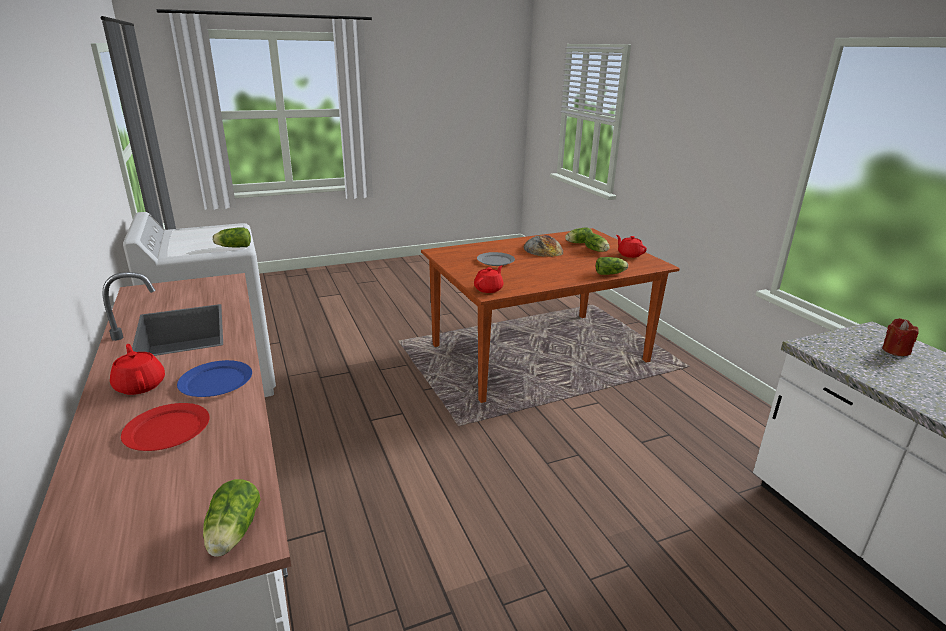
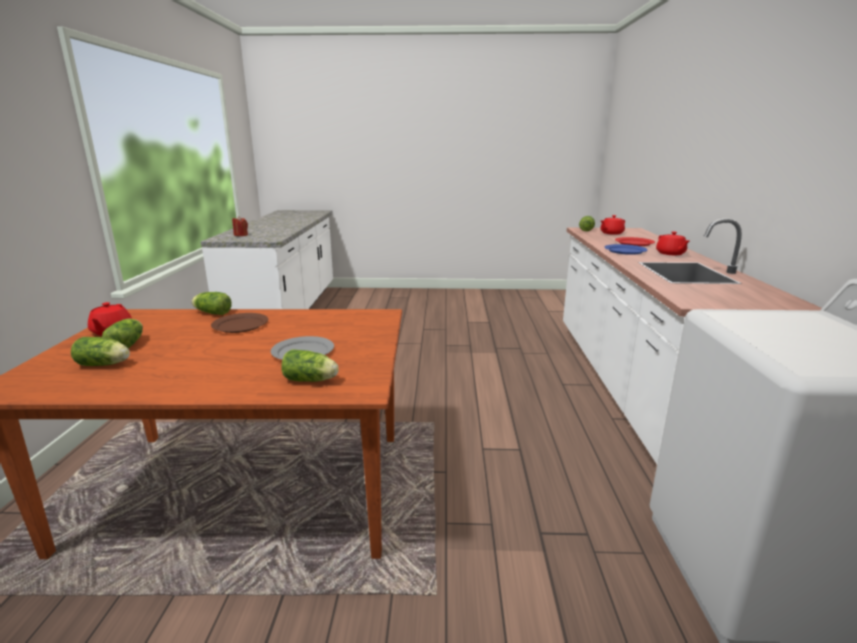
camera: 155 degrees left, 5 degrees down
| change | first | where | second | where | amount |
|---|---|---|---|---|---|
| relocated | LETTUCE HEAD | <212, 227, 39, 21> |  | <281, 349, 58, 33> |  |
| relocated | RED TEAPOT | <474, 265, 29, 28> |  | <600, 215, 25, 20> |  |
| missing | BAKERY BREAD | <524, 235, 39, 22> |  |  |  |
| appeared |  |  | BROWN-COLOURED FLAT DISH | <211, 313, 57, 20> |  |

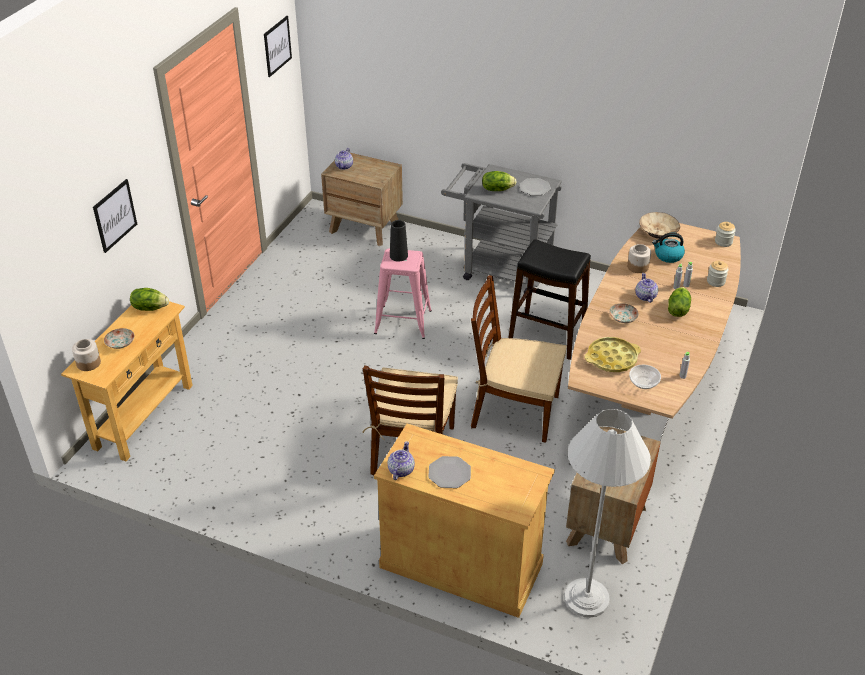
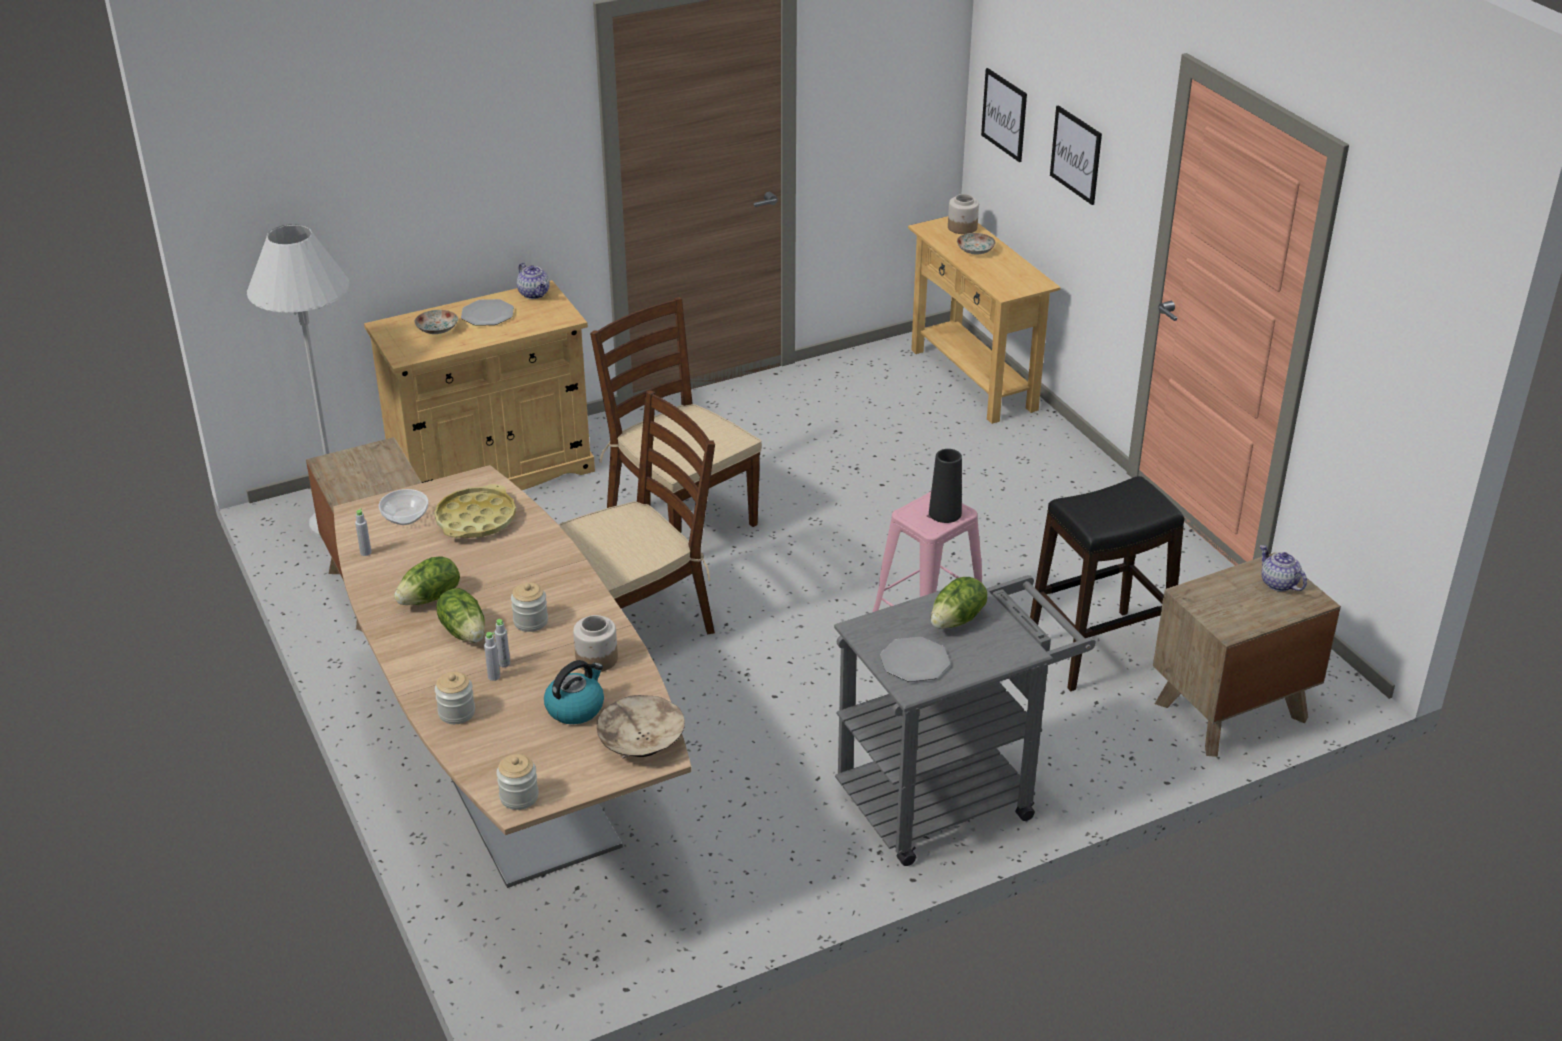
camera: 130 degrees right, 5 degrees down
| change | first | where | second | where | amount |
|---|---|---|---|---|---|
| relocated | LETTUCE HEAD | <130, 288, 39, 23> |  | <394, 556, 66, 49> |  |
| relocated | PICTURE | <264, 16, 28, 61> |  | <981, 68, 46, 94> |  |
| relocated | BLACKISH SITTING STOOL | <509, 239, 82, 121> |  | <1030, 476, 154, 215> |  |
| relocated | FLAT DISH | <609, 303, 30, 20> |  | <415, 310, 43, 24> |  |
| exchanged | TEAPOT | <635, 273, 23, 30> | JAR | <511, 582, 37, 50> |  |

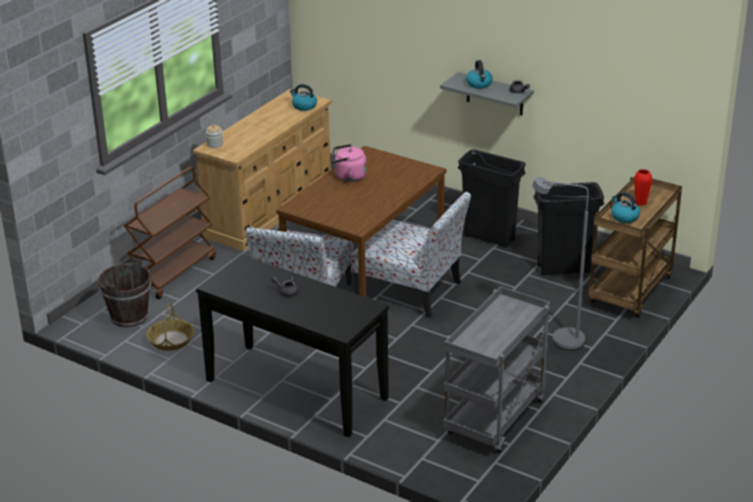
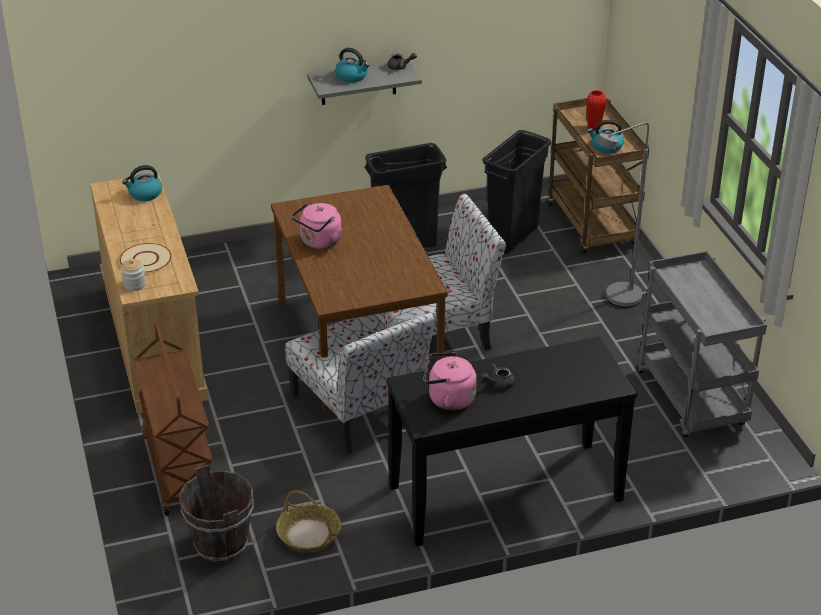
camera: 50 degrees left, 5 degrees up
| change | first | where | second | where | amount |
|---|---|---|---|---|---|
| appeared |  |  | BEIGE FLAT DISH | <120, 243, 52, 30> |  |
| appeared |  |  | PINK TEA KETTLE | <423, 352, 54, 58> |  |

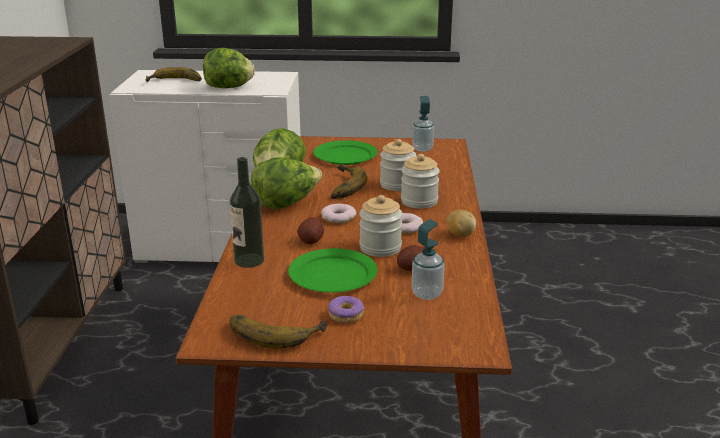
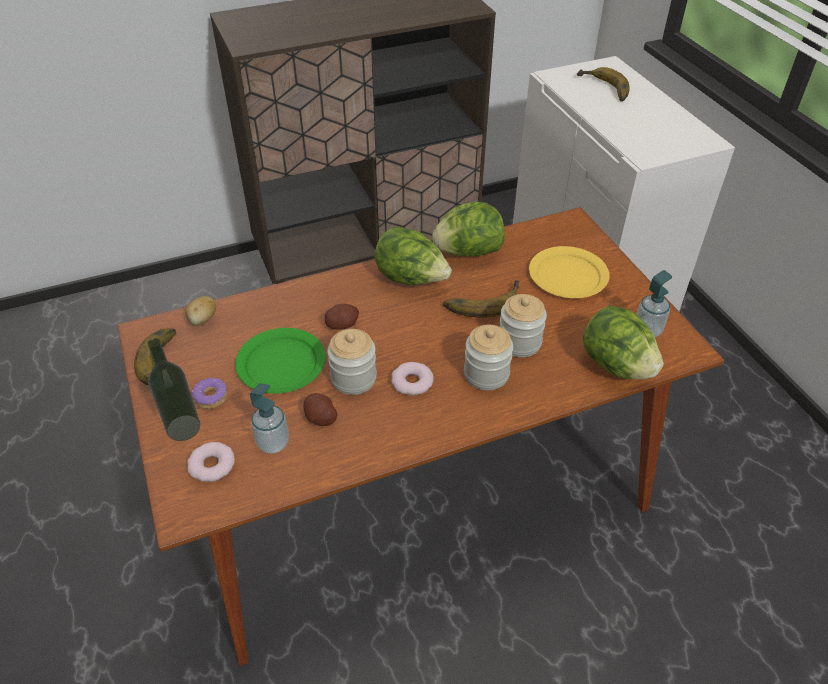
camera: 65 degrees right, 20 degrees up
| change | first | where | second | where | amount |
|---|---|---|---|---|---|
| relocated | LETTUCE HEAD | <203, 48, 52, 40> |  | <583, 305, 81, 74> |  |
| relocated | DRINK BOTTLE | <230, 157, 34, 111> |  | <147, 338, 53, 103> |  |
| colour | GREEN FLAT DISH | <313, 140, 65, 25> | YELLOW FLAT DISH | <529, 246, 81, 52> |  |
| relocated | DONUT | <321, 203, 35, 20> |  | <187, 442, 48, 40> |  |
| relocated | POTATO | <447, 210, 29, 27> |  | <186, 296, 30, 30> |  |

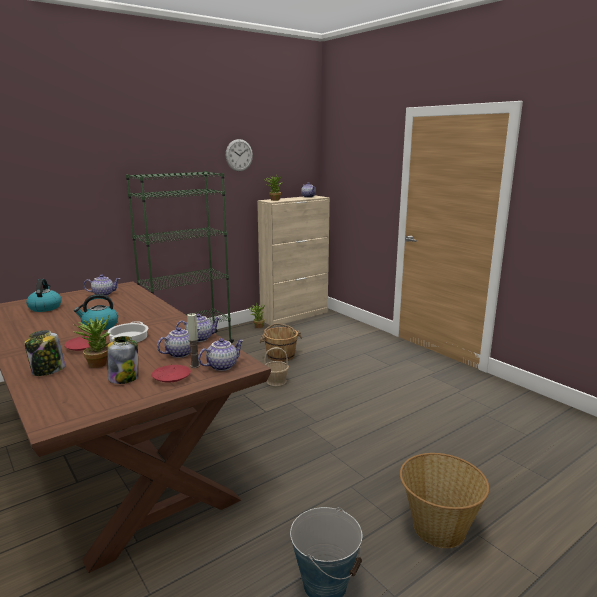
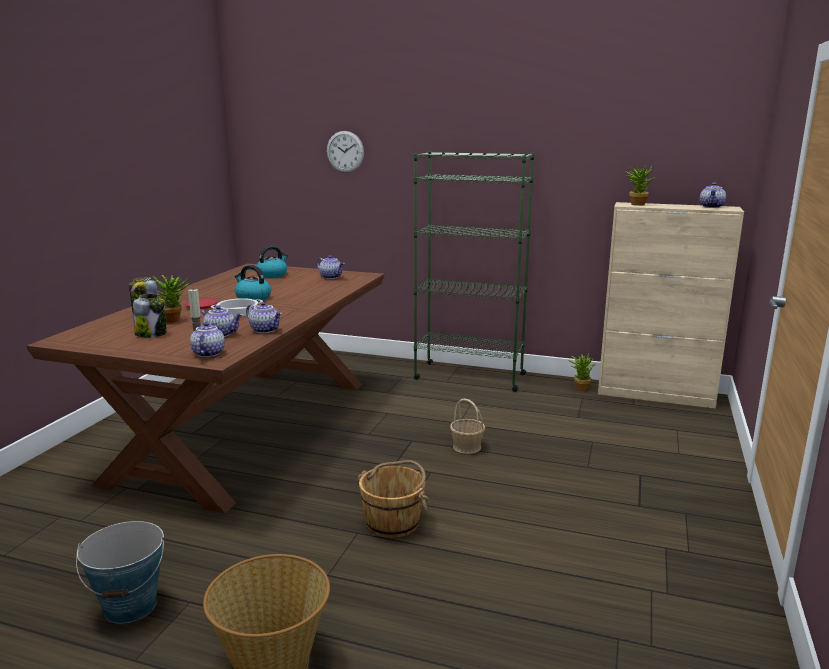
camera: 55 degrees right, 0 degrees up
| change | first | where | second | where | amount |
|---|---|---|---|---|---|
| missing | RED FLAT DISH | <151, 365, 40, 18> |  |  |  |
| spun | TEAPOT | <198, 338, 46, 33> |  | <190, 322, 35, 35> | 105 degrees counterclockwise |
| relocated | WALL CLOCK | <226, 139, 27, 32> |  | <327, 131, 37, 42> |  |
| relocated | BROWN-COLOURED WATER BUCKET | <259, 323, 43, 39> |  | <358, 460, 71, 78> |  |

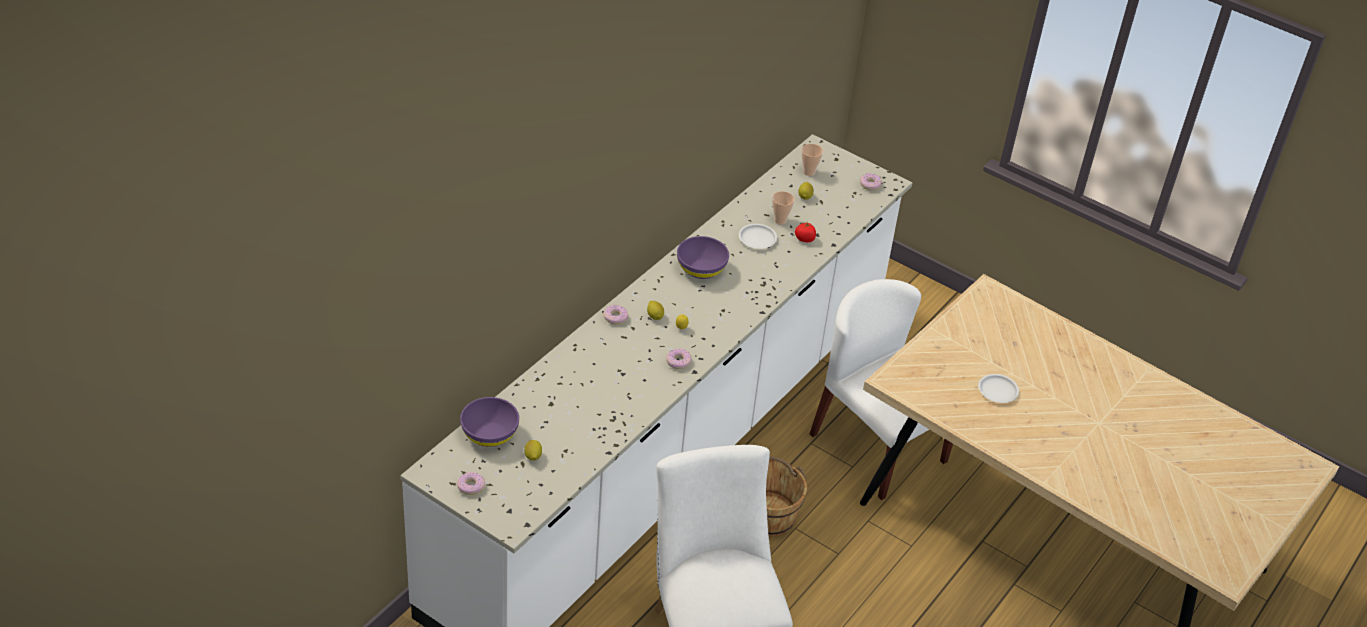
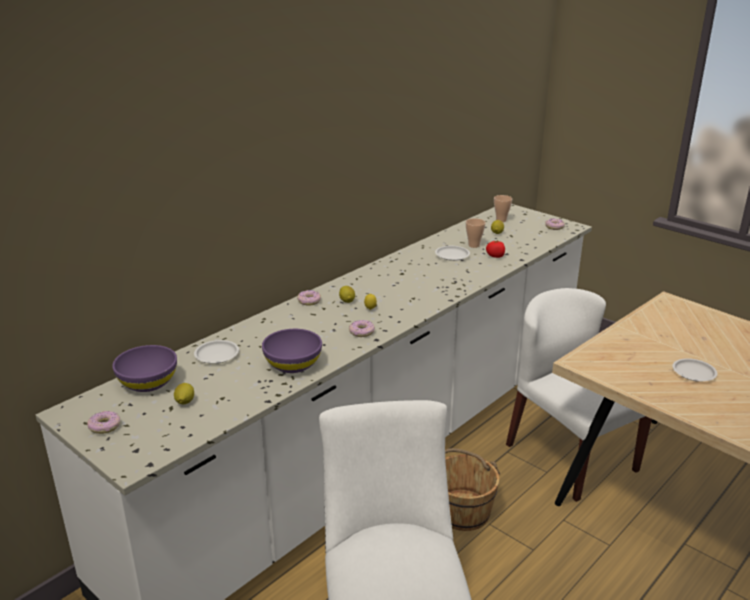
camera: 10 degrees right, 15 degrees down
| change | first | where | second | where | amount |
|---|---|---|---|---|---|
| relocated | PURPLE-COLOURED SERVING BOWL | <677, 236, 52, 43> |  | <262, 329, 60, 44> |  |
| appeared |  |  | WHITE-COLOURED FLAT DISH | <194, 340, 45, 24> |  |

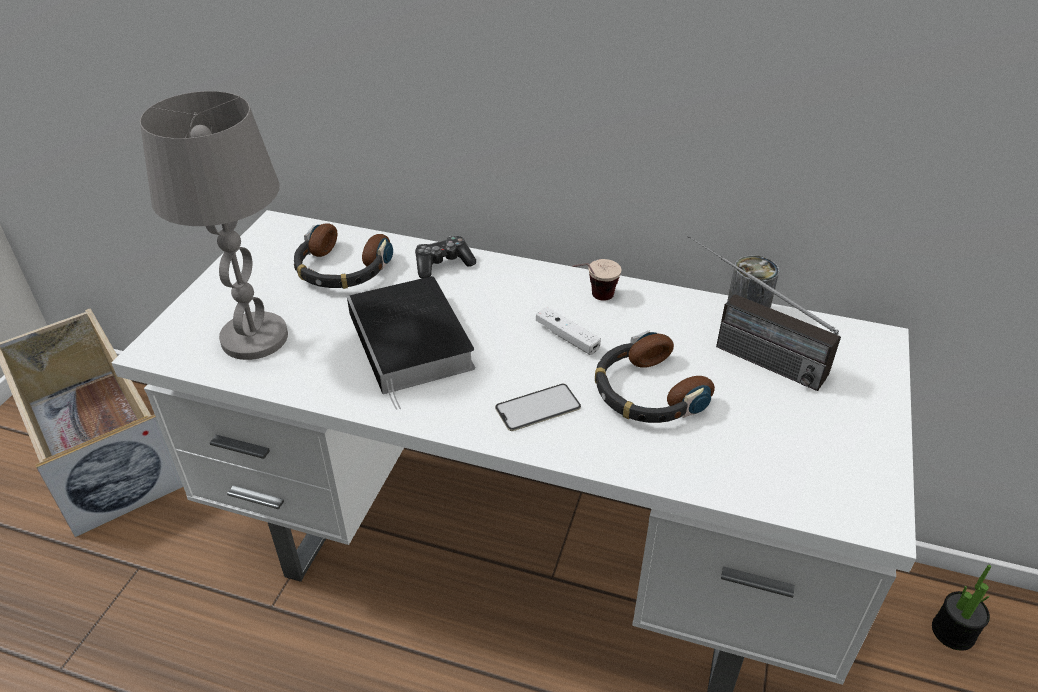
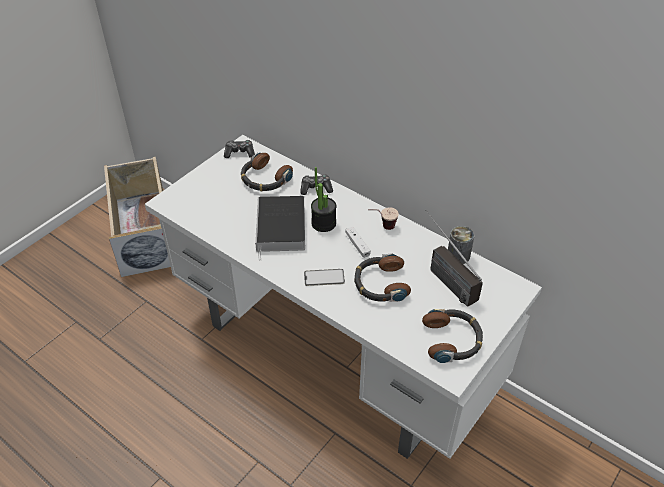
camera: 20 degrees right, 5 degrees up
| change | first | where | second | where | amount |
|---|---|---|---|---|---|
| missing | GREY TABLETOP LAMP | <140, 91, 148, 269> |  |  |  |
| relocated | PLANT IN A POT | <932, 565, 59, 86> |  | <311, 167, 25, 65> |  |
| appeared |  |  | JOYPAD | <224, 140, 31, 18> |  |
| appeared |  |  | PAIR OF HEADPHONES | <422, 309, 61, 54> |  |

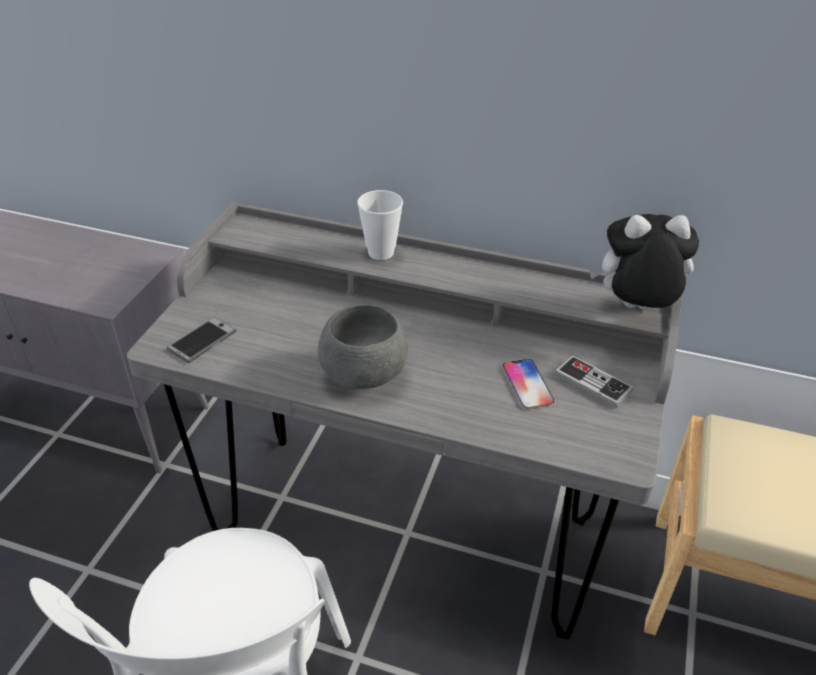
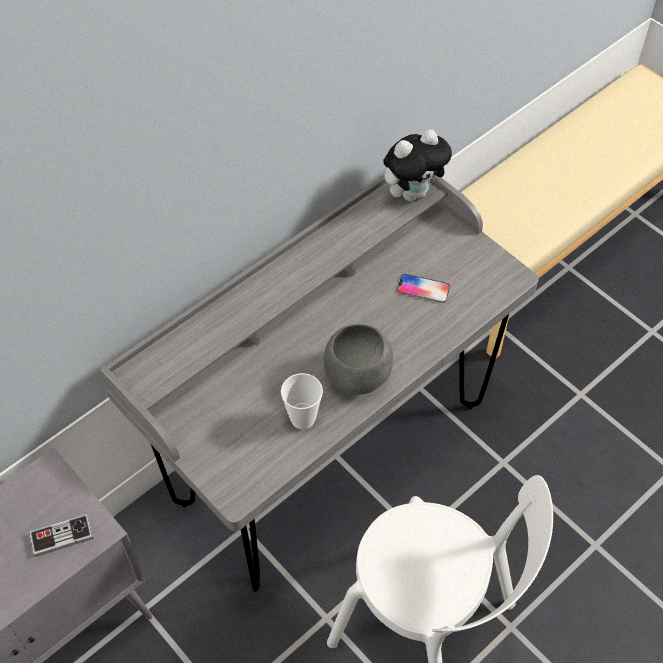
camera: 60 degrees left, 15 degrees up
| change | first | where | second | where | amount |
|---|---|---|---|---|---|
| missing | TELEPHONE | <167, 317, 70, 46> |  |  |  |
| relocated | DRINKING CUP | <357, 190, 46, 70> |  | <281, 373, 42, 57> |  |
| relocated | JOYPAD | <554, 355, 79, 53> |  | <29, 514, 64, 43> |  |
| spun | PLUSH TOY | <589, 214, 110, 96> |  | <383, 129, 69, 73> | 150 degrees counterclockwise |

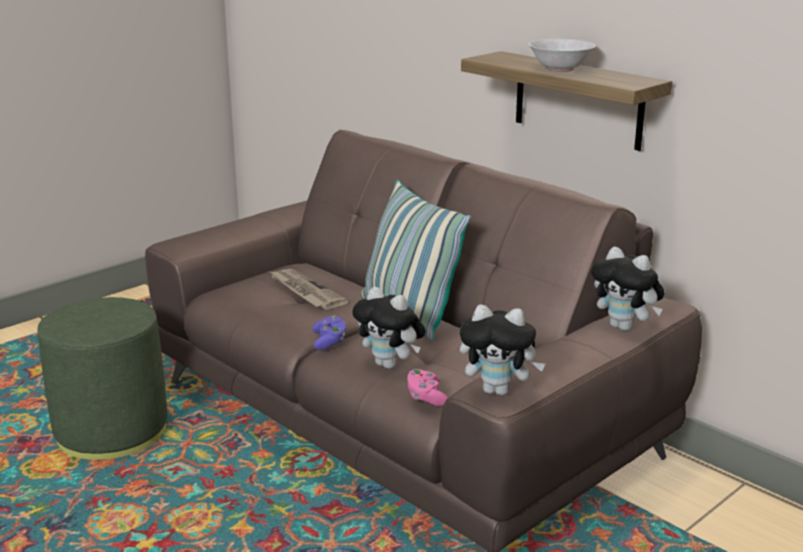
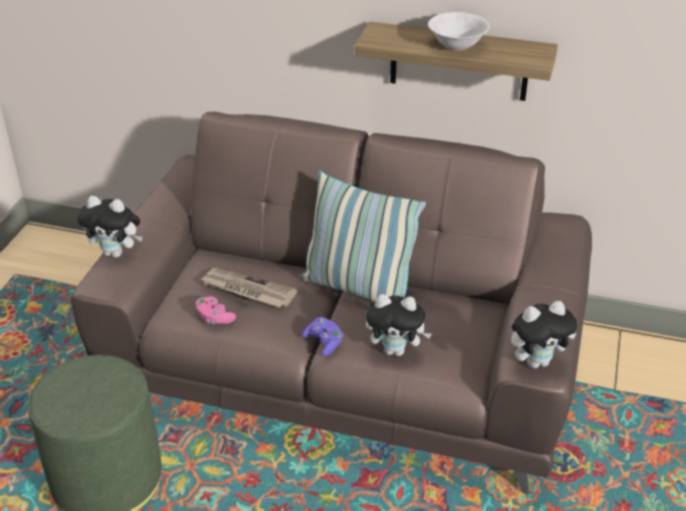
camera: 30 degrees left, 15 degrees up
| change | first | where | second | where | amount |
|---|---|---|---|---|---|
| relocated | PINK JOYPAD | <407, 369, 41, 37> |  | <195, 296, 41, 28> |  |
| relocated | PLUSH TOY | <591, 247, 74, 84> |  | <77, 196, 65, 62> |  |

